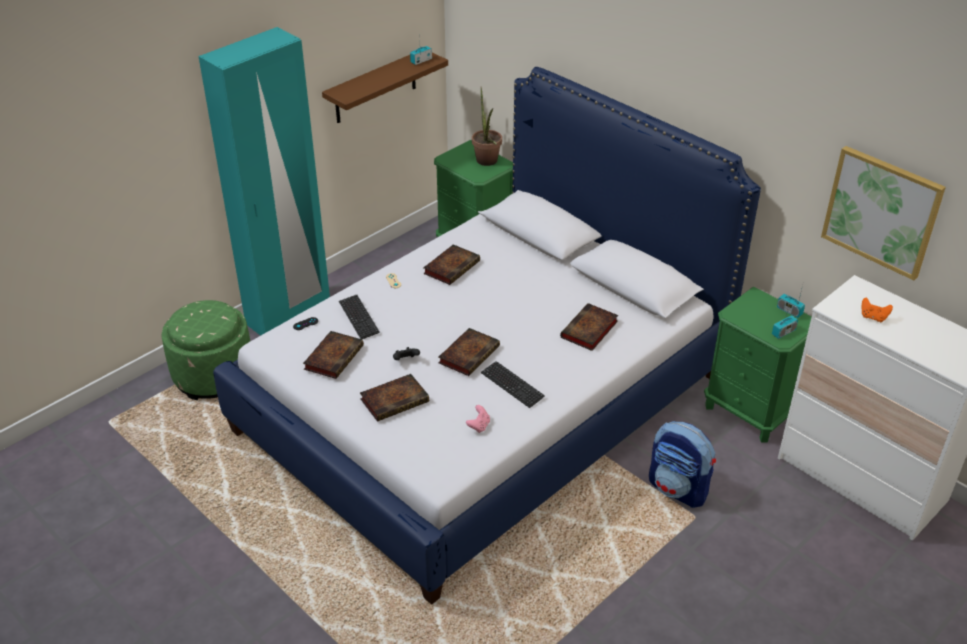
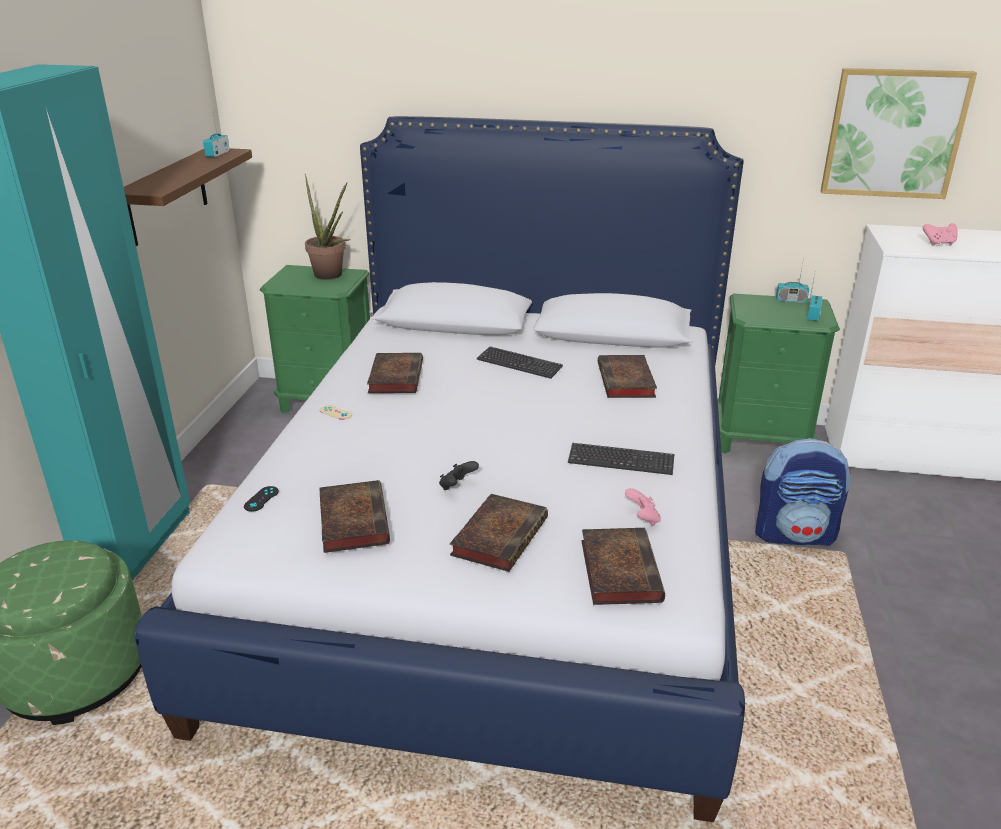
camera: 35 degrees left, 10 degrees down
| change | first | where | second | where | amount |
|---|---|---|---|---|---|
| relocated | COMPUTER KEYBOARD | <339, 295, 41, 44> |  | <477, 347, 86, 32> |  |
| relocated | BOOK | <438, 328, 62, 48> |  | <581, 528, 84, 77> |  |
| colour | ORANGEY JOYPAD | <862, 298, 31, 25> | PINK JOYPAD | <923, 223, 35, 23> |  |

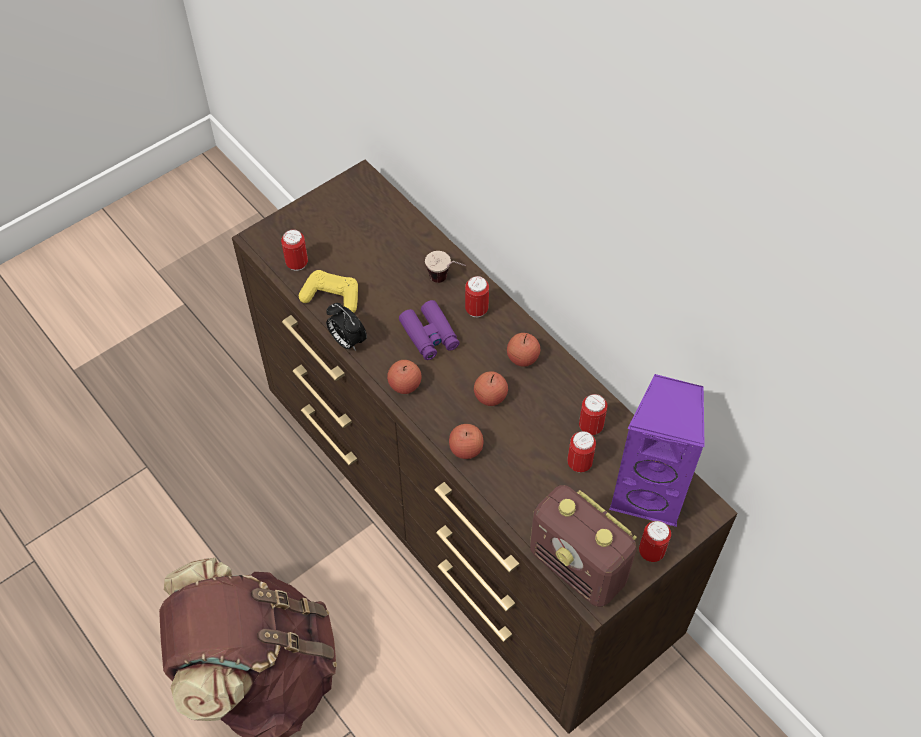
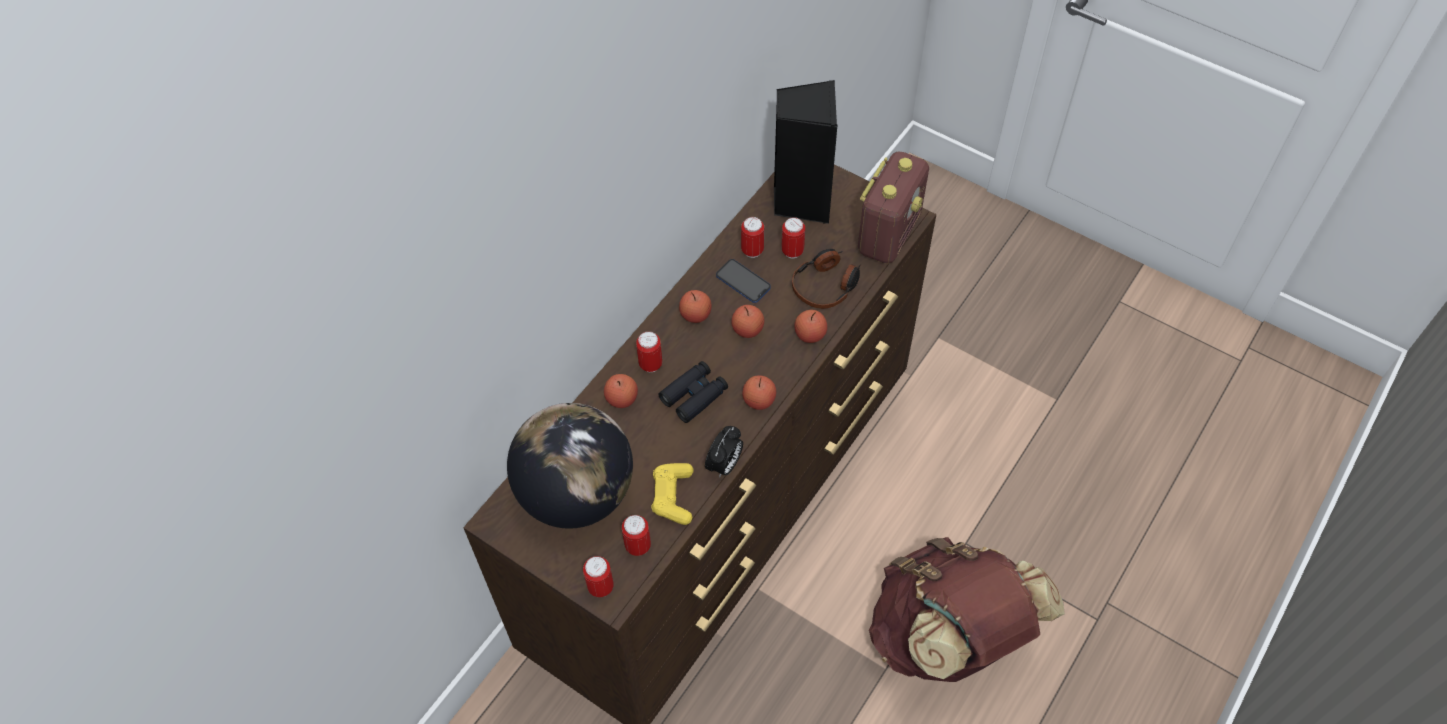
camera: 105 degrees left, 0 degrees up
| change | first | where | second | where | amount |
|---|---|---|---|---|---|
| colour | PURPLE-COLOURED FIELD GLASSES | <399, 300, 61, 60> | BLACKISH FIELD GLASSES | <658, 361, 70, 62> |  |
| exchanged | DRINKING CUP | <425, 251, 41, 32> | APPLE FRUIT | <604, 374, 34, 34> |  |
| colour | PURPLE-COLOURED SPEAKER | <609, 374, 96, 153> | BLACKISH SPEAKER | <774, 80, 64, 144> |  |
| relocated | METAL CAN | <639, 521, 32, 41> |  | <583, 556, 31, 41> |  |
| appeared |  |  | GLOBE | <507, 403, 126, 126> |  |
| appeared |  |  | TELEPHONE | <716, 259, 55, 44> |  |
| appeared |  |  | PAIR OF HEADPHONES | <792, 249, 69, 60> |  |

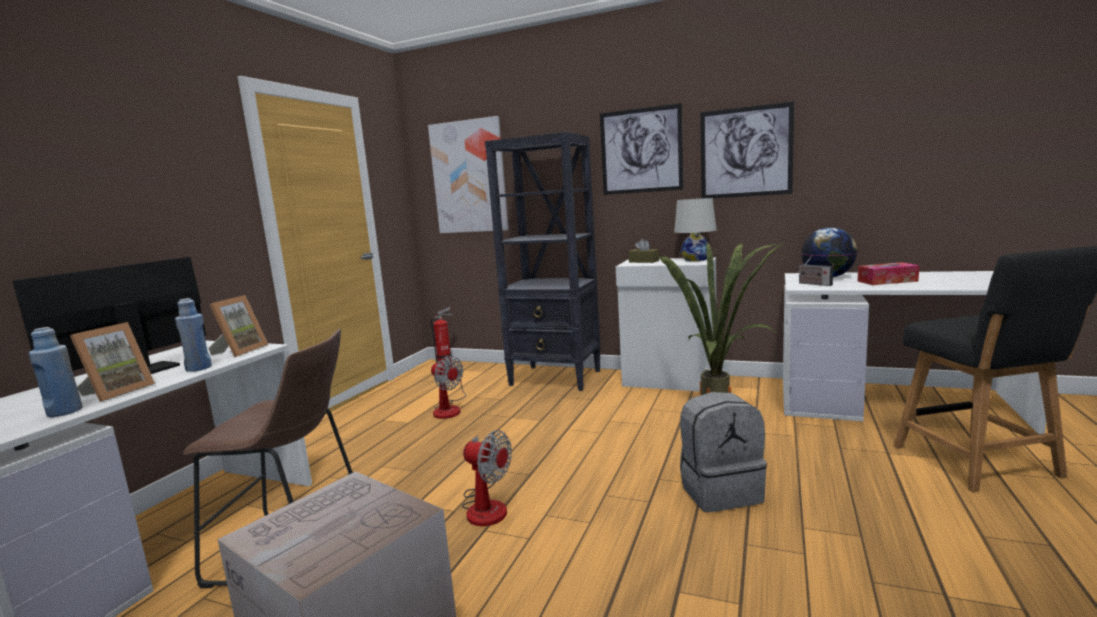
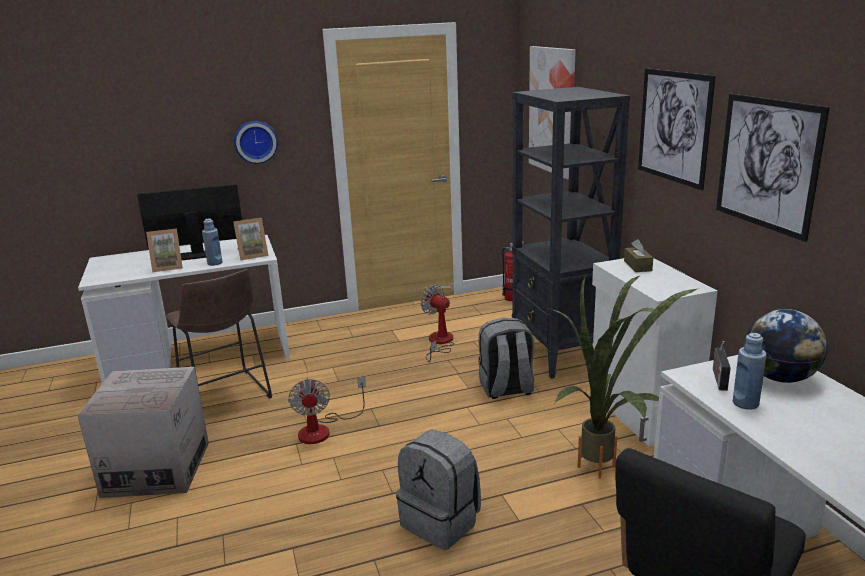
camera: 50 degrees right, 10 degrees up
| change | first | where | second | where | amount |
|---|---|---|---|---|---|
| relocated | BLUISH DRINK BOTTLE | <29, 327, 54, 90> |  | <733, 333, 33, 77> |  |
| spun | COOLING FAN | <431, 356, 35, 63> |  | <421, 285, 33, 77> | 135 degrees clockwise |
| missing | WHITE-COLOURED TABLETOP LAMP | <674, 198, 43, 63> |  |  |  |
| missing | BOX OF TISSUES | <858, 262, 62, 23> |  |  |  |
| appeared |  |  | WALL CLOCK | <234, 121, 44, 43> |  |
| appeared |  |  | GREY BACKPACK | <478, 318, 56, 81> |  |

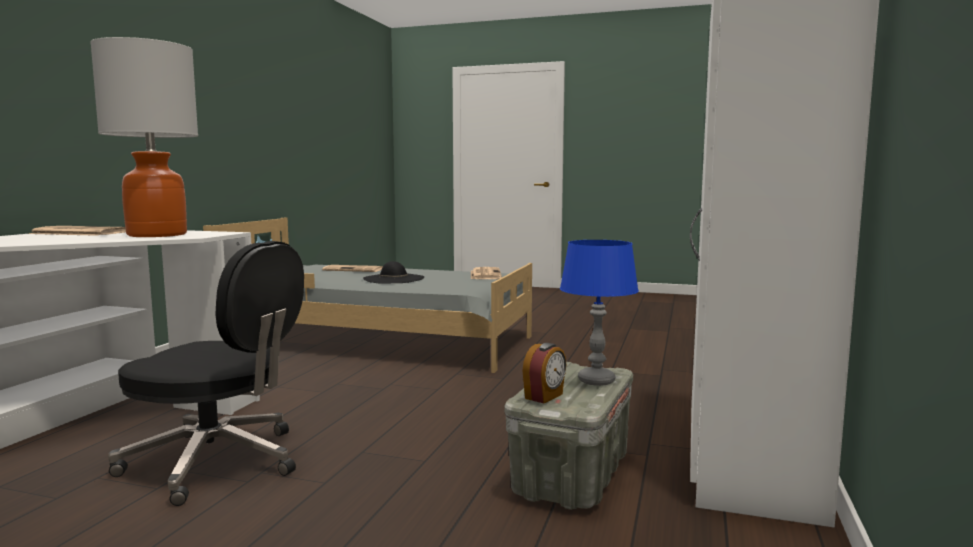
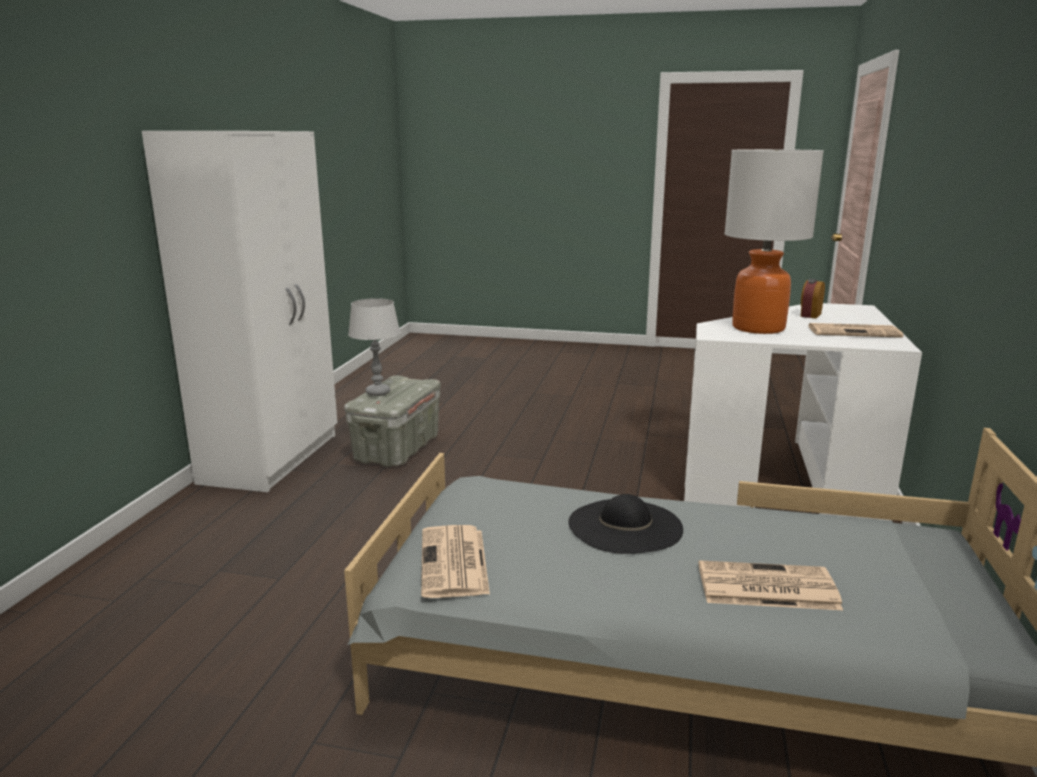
camera: 175 degrees right, 10 degrees up
| change | first | where | second | where | amount |
|---|---|---|---|---|---|
| missing | BLACKISH DESK CHAIR | <108, 241, 196, 265> |  |  |  |
| relocated | ALARM CLOCK | <522, 343, 44, 61> |  | <801, 279, 24, 40> |  |
| colour | BLUISH TABLETOP LAMP | <560, 240, 79, 146> | GREY TABLETOP LAMP | <348, 298, 53, 98> |  |

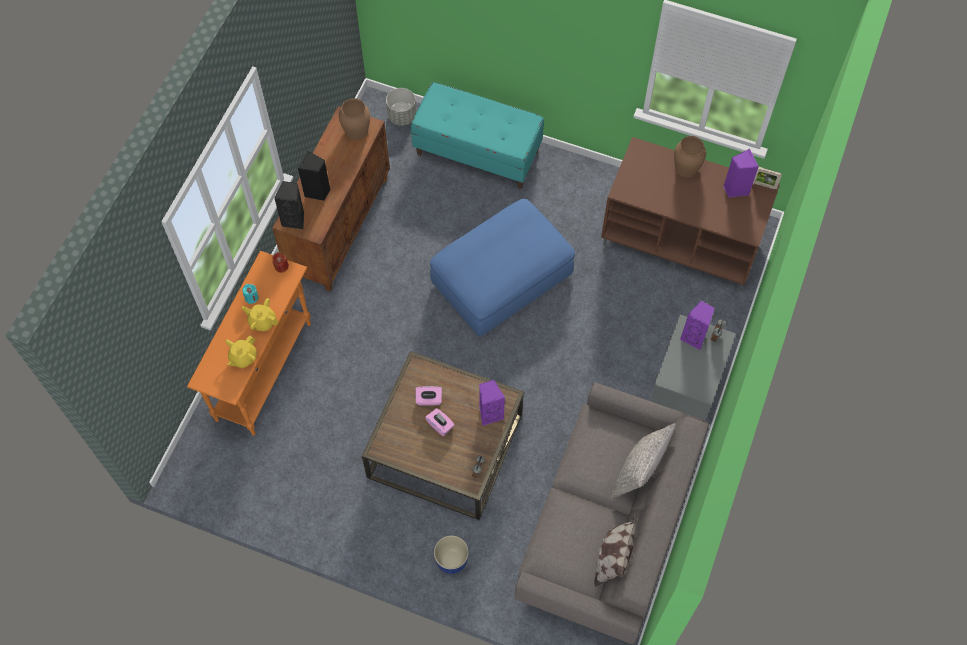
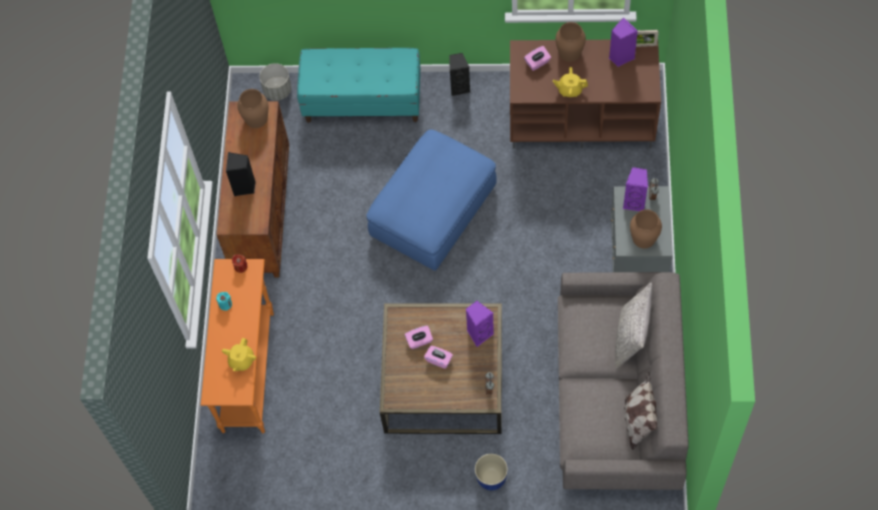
camera: 15 degrees left, 0 degrees up
| change | first | where | second | where | amount |
|---|---|---|---|---|---|
| relocated | YELLOW TEAPOT | <241, 298, 38, 33> |  | <553, 67, 35, 30> |  |
| relocated | BLACKISH SPEAKER | <274, 181, 30, 48> |  | <450, 53, 20, 43> |  |
| appeared |  |  | PINK BOX OF TISSUES | <524, 46, 27, 25> |  |
| appeared |  |  | BROWN-COLOURED VASE | <630, 209, 32, 40> |  |

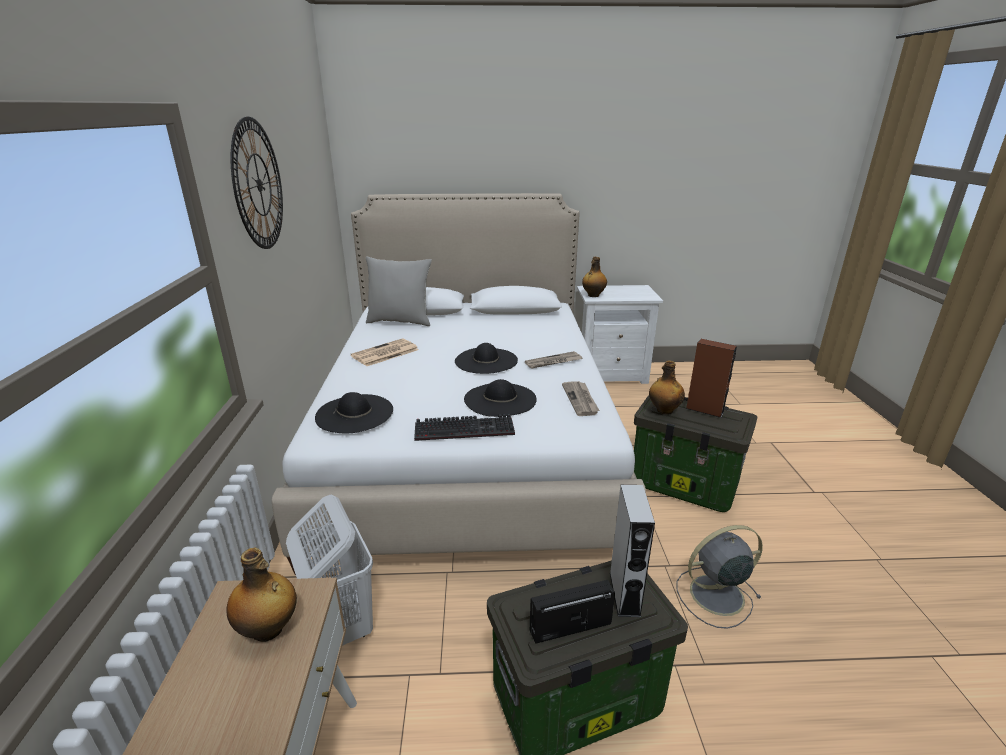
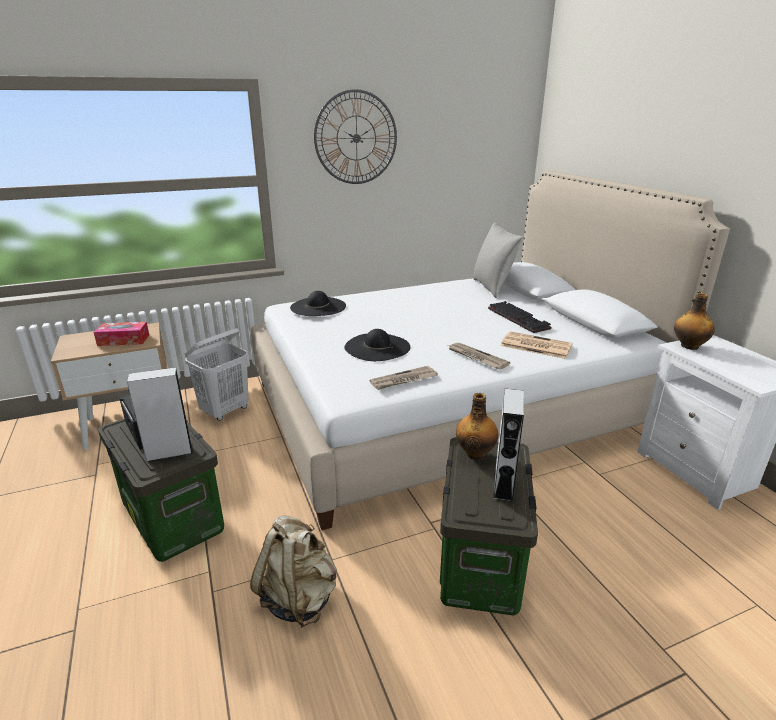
camera: 70 degrees right, 0 degrees up
| change | first | where | second | where | amount |
|---|---|---|---|---|---|
| exchanged | DRINK BOTTLE | <226, 548, 71, 94> | BOX OF TISSUES | <94, 322, 55, 24> |  |
| relocated | PRINTED PAPER | <351, 339, 68, 27> |  | <500, 331, 73, 28> |  |
| relocated | COMPUTER KEYBOARD | <414, 414, 101, 27> |  | <488, 301, 63, 32> |  |
| missing | BLACKISH CLOTHING HAT | <455, 343, 63, 31> |  |  |  |
| exchanged | GREY COOLING FAN | <677, 525, 86, 104> | BEIGE BACKPACK | <250, 515, 87, 113> |  |
| colour | BROWN-COLOURED SPEAKER | <685, 339, 52, 79> | GREY SPEAKER | <493, 389, 31, 113> |  |

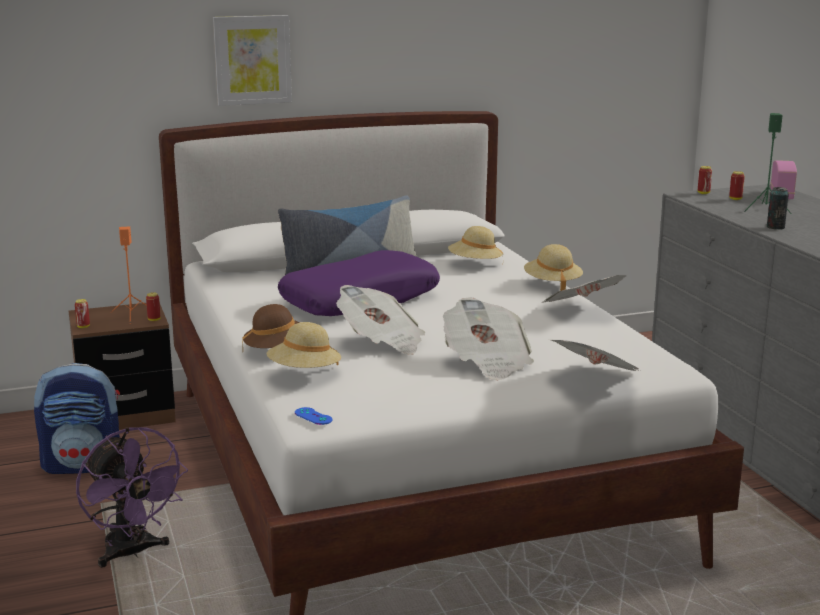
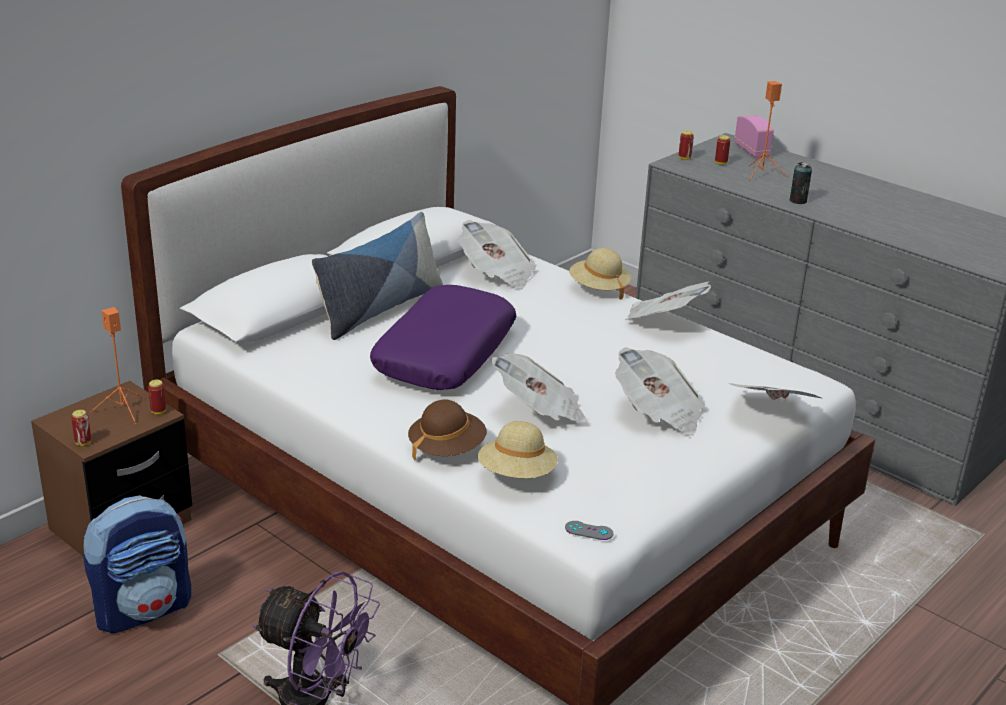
camera: 30 degrees left, 10 degrees up
| change | first | where | second | where | amount |
|---|---|---|---|---|---|
| missing | PICTURE | <213, 15, 79, 91> |  |  |  |
| colour | BLUISH JOYPAD | <295, 407, 37, 18> | GREY JOYPAD | <565, 521, 49, 19> |  |
| exchanged | BEIGE CLOTHING HAT | <448, 226, 55, 33> | PRINTED PAPER | <458, 220, 78, 69> |  |
| colour | GREEN SPEAKER | <744, 113, 48, 101> | ORANGEY SPEAKER | <748, 81, 40, 101> |  |

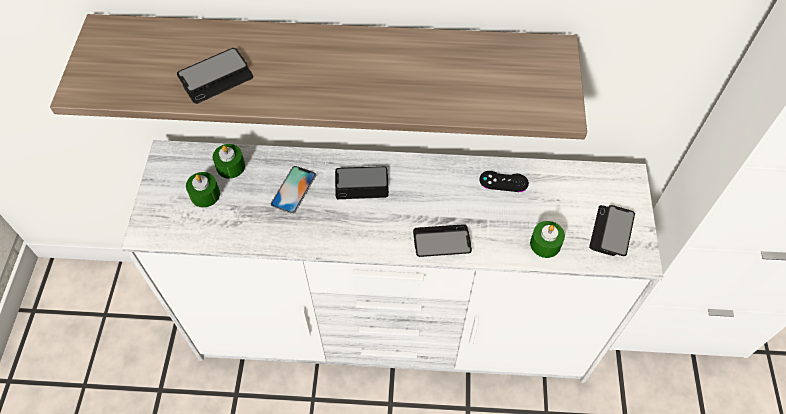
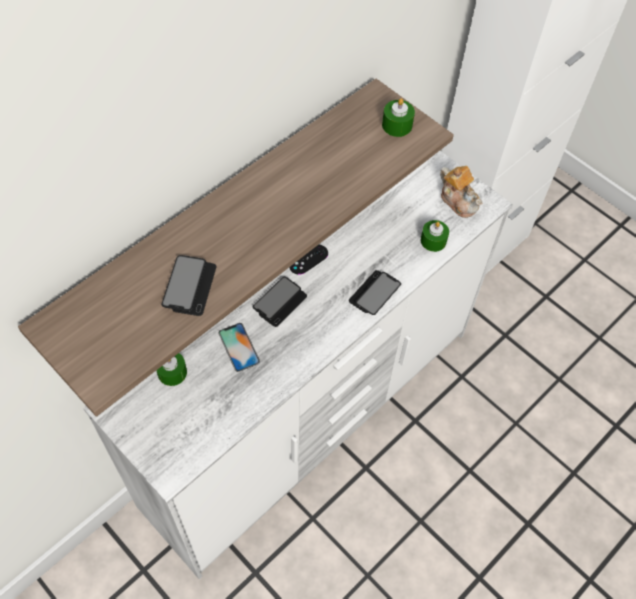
camera: 50 degrees left, 0 degrees up
| change | first | where | second | where | amount |
|---|---|---|---|---|---|
| relocated | GREEN CANDLE | <186, 172, 34, 35> |  | <382, 98, 33, 39> |  |
| relocated | BLACKISH JOYPAD | <479, 171, 50, 21> |  | <289, 245, 39, 30> |  |
| exchanged | TELEPHONE | <589, 205, 46, 51> | TEAPOT | <440, 166, 43, 52> |  |

